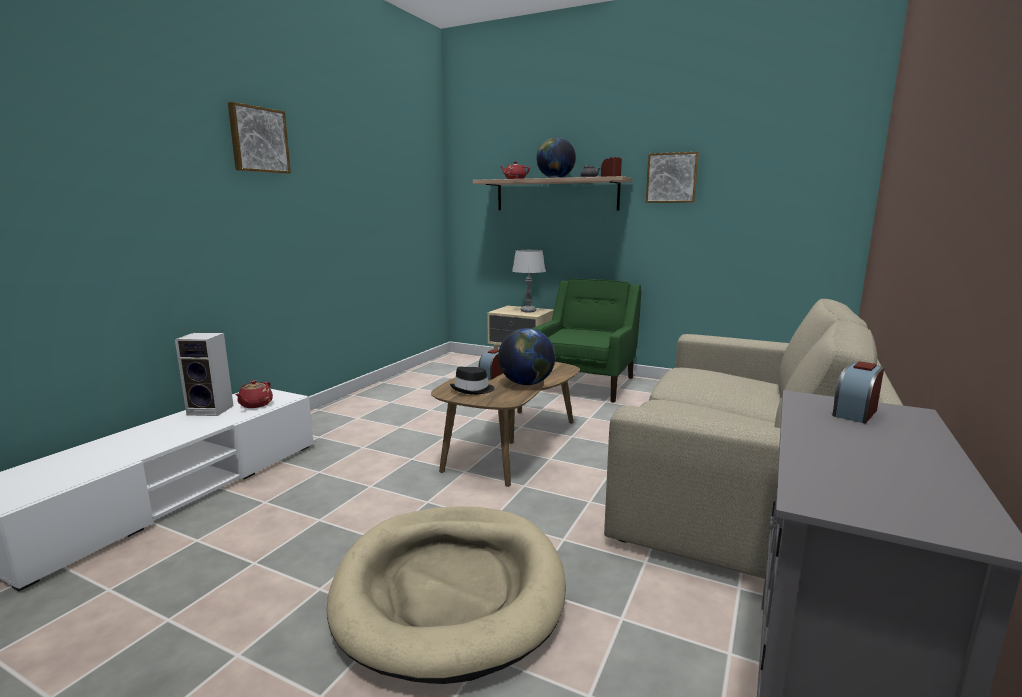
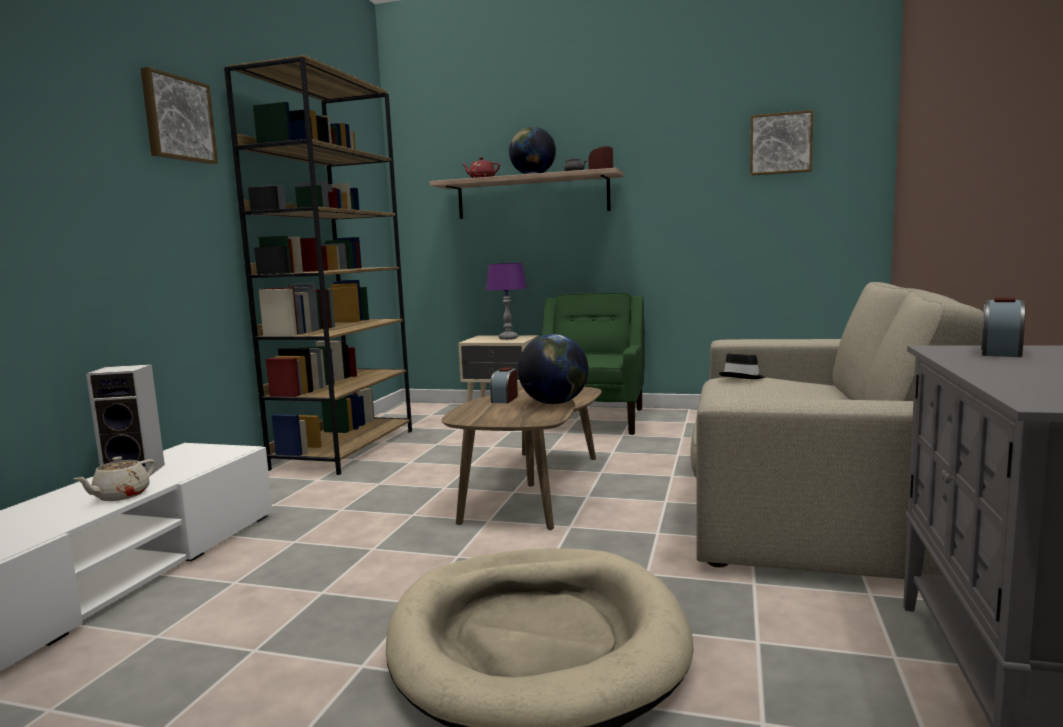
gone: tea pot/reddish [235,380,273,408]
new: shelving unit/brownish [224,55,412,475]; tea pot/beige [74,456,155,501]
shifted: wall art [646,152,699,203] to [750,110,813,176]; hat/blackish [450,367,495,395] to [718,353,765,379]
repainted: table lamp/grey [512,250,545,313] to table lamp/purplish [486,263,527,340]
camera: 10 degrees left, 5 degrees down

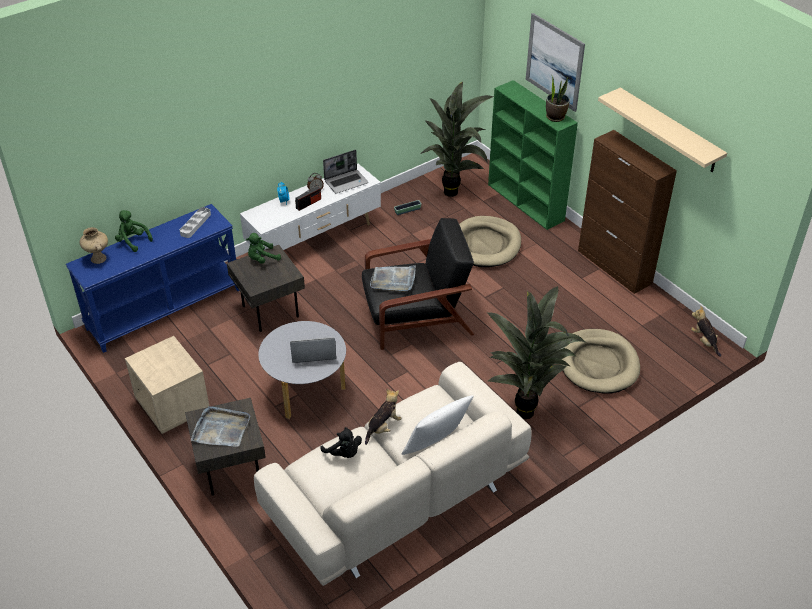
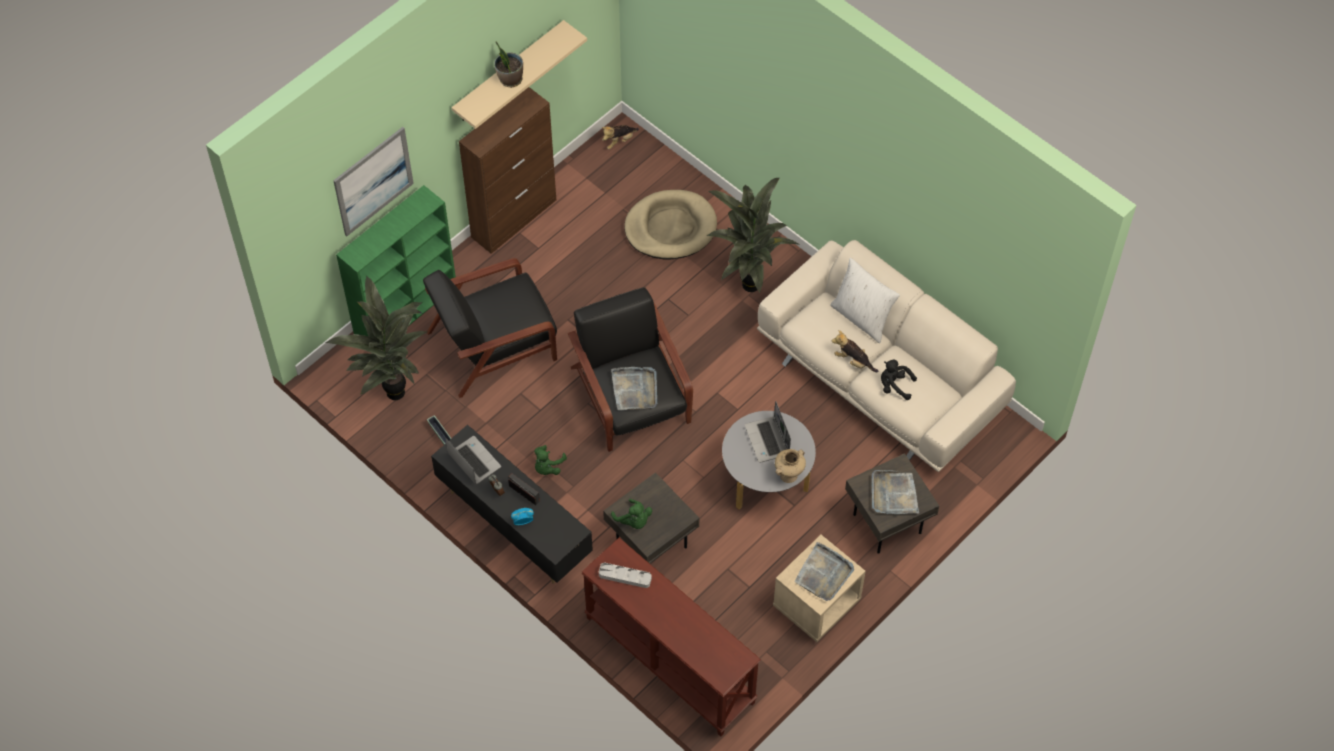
new: tray/grey [794,542,854,601]
shifted: houseplant [546,76,570,122] to [494,42,523,88]; plush toy/greenish [115,210,153,252] to [534,445,567,475]; flower vase/beige [79,227,108,264] to [775,449,806,483]
swapped: pet bed/beige [459,216,521,267] to easy chair/blackish [423,258,557,398]
repainted: tv unit/white-coloured [240,164,381,250] to tv unit/blackish [431,425,593,584]; hall table/bluish [66,204,239,353] to hall table/brownish [582,538,760,737]
rotated: plush toy/blackish [320,427,362,458] = [881,360,917,400] 105 degrees counterclockwise
camera: 100 degrees left, 15 degrees up

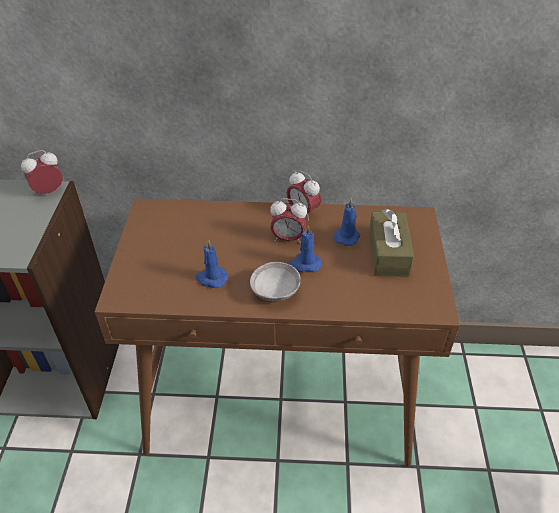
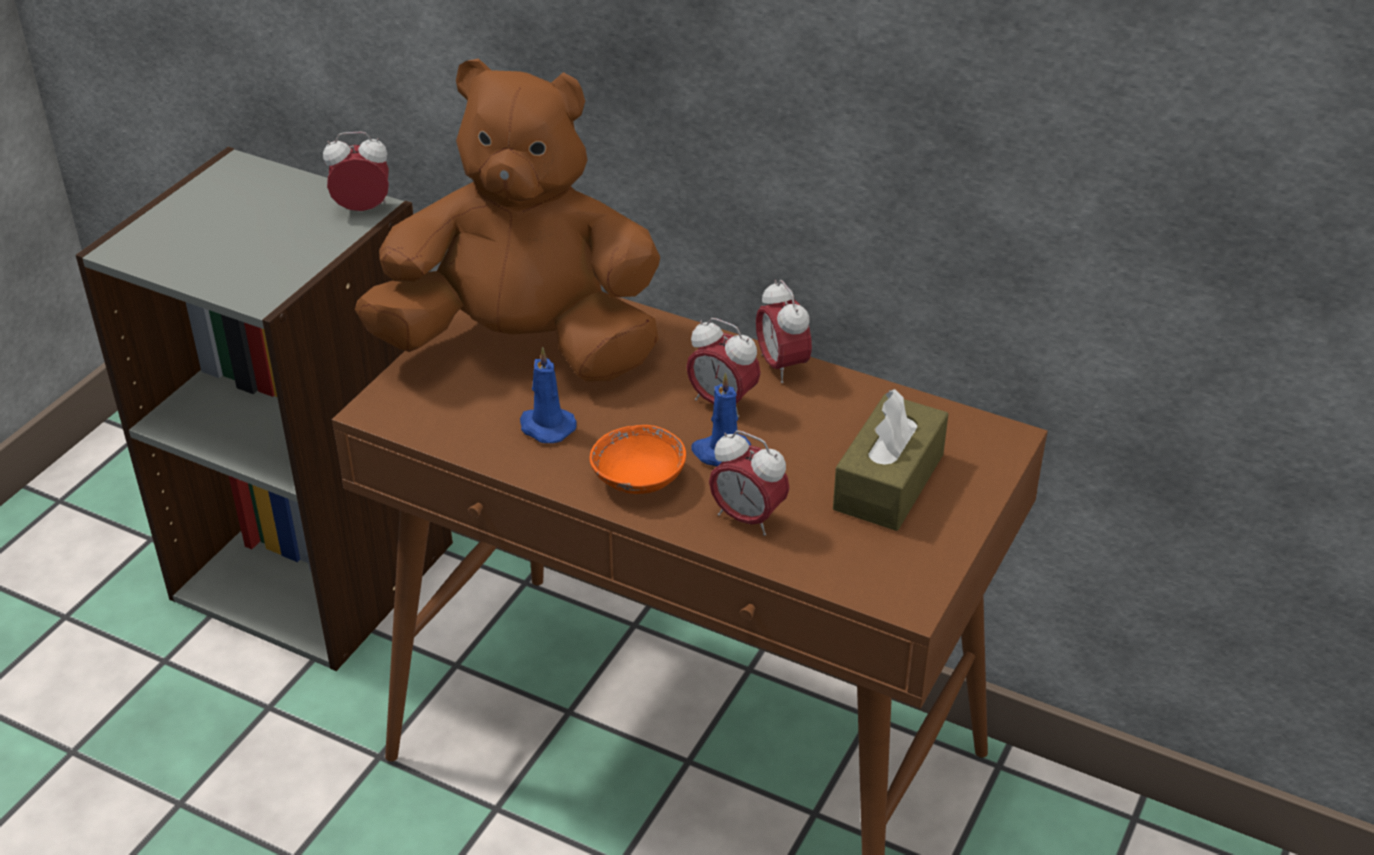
gone: candle/bluish [333,198,360,246]
new: plush toy/brownish [355,59,660,381]; bedside clock [709,430,790,536]
repainted: serving bowl/grey [250,262,301,301] to serving bowl/orange-coloured [589,425,686,494]
camera: 25 degrees right, 5 degrees down

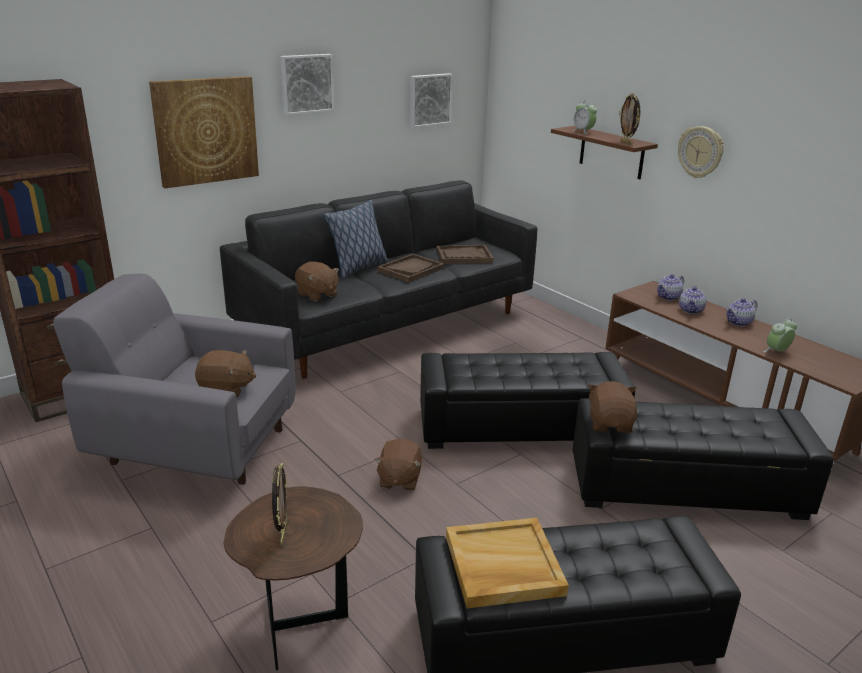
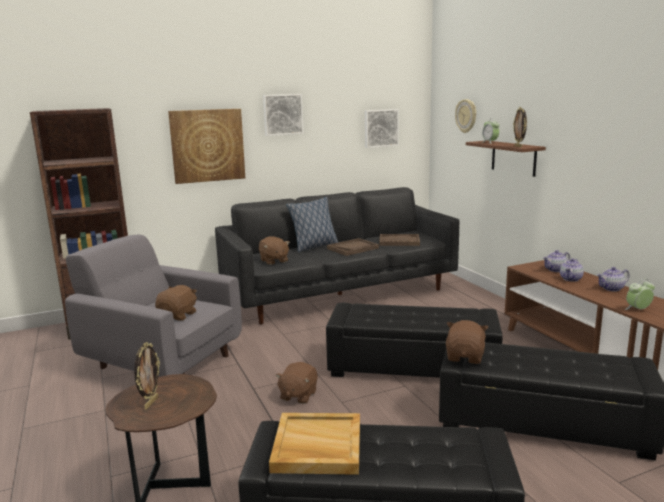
shifted: hanging clock [678,126,724,178] to [455,99,476,133]
rotated: plush toy/brownish [195,350,256,398] = [155,285,197,321] 90 degrees counterclockwise
camera: 15 degrees right, 10 degrees down

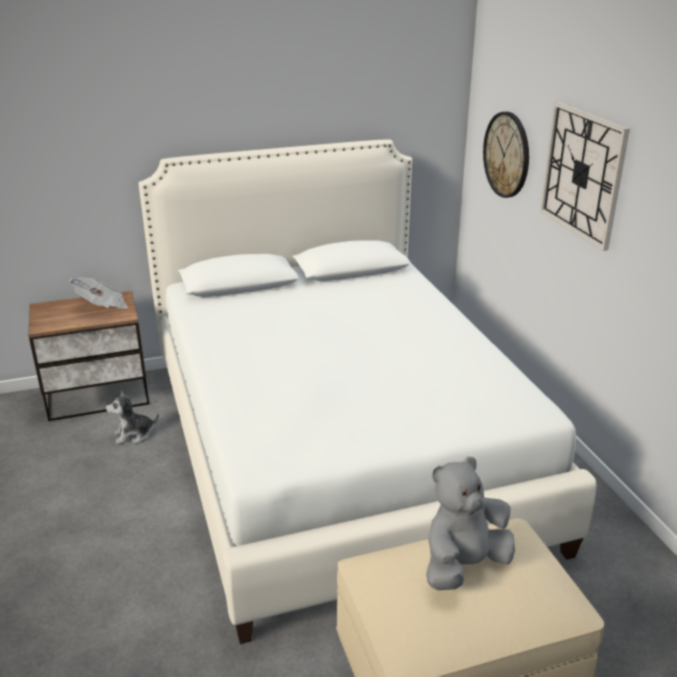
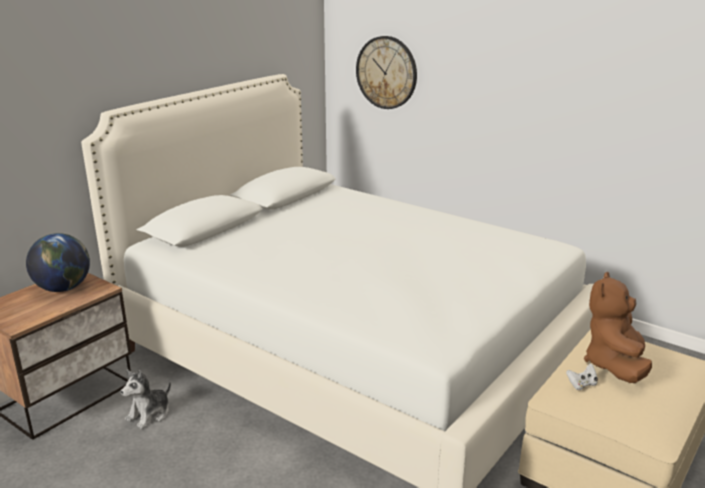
gone: hanging clock [540,102,630,251]
new: joypad/white-coloured [566,363,598,390]
swapped: printed paper [69,277,128,309] to globe [26,233,90,292]
repainted: plush toy/grey [426,457,515,590] to plush toy/brownish [584,272,652,383]
camera: 35 degrees left, 5 degrees down

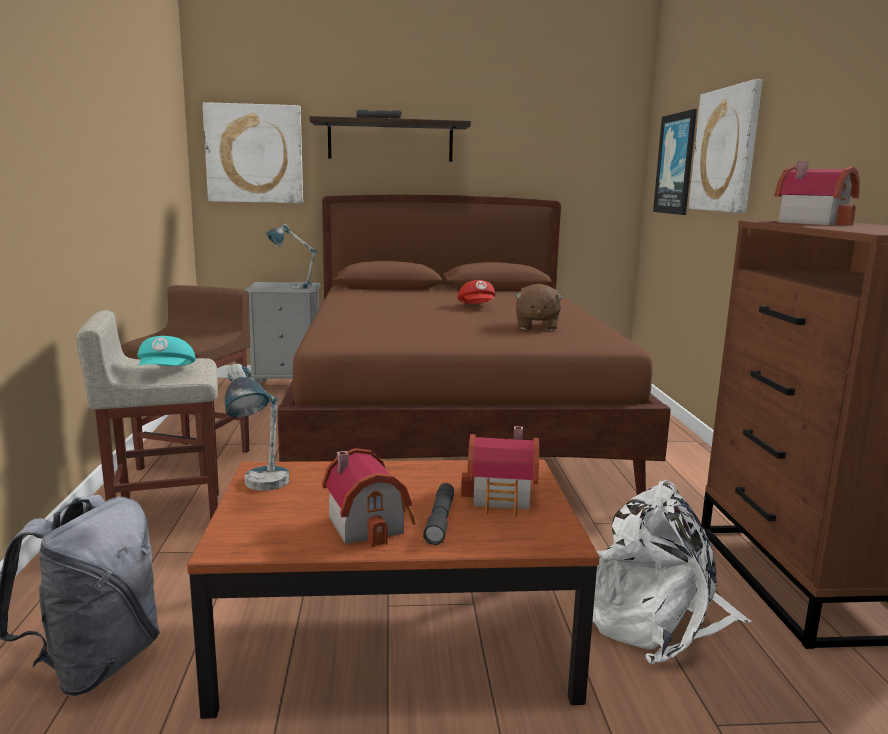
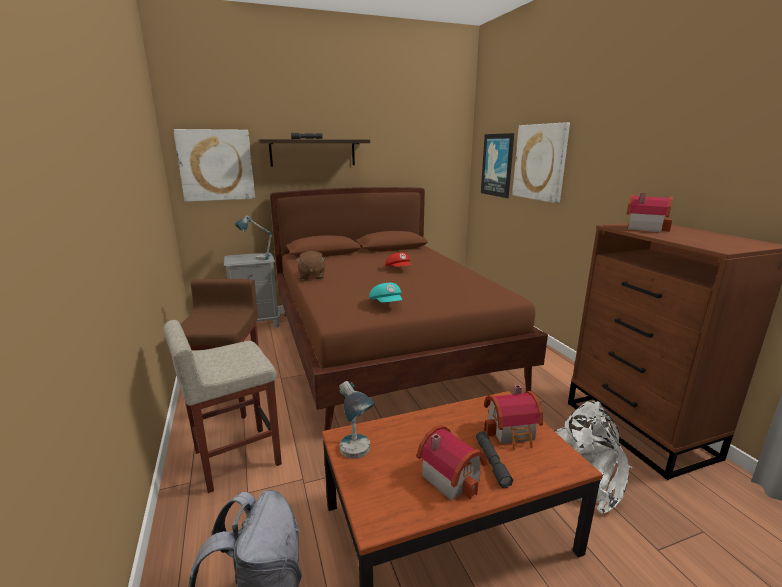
shifted: plush toy/brownish [514,284,565,331] to [296,251,326,280]; cap/turquoise [137,336,196,366] to [369,283,402,303]
camera: 15 degrees left, 5 degrees up

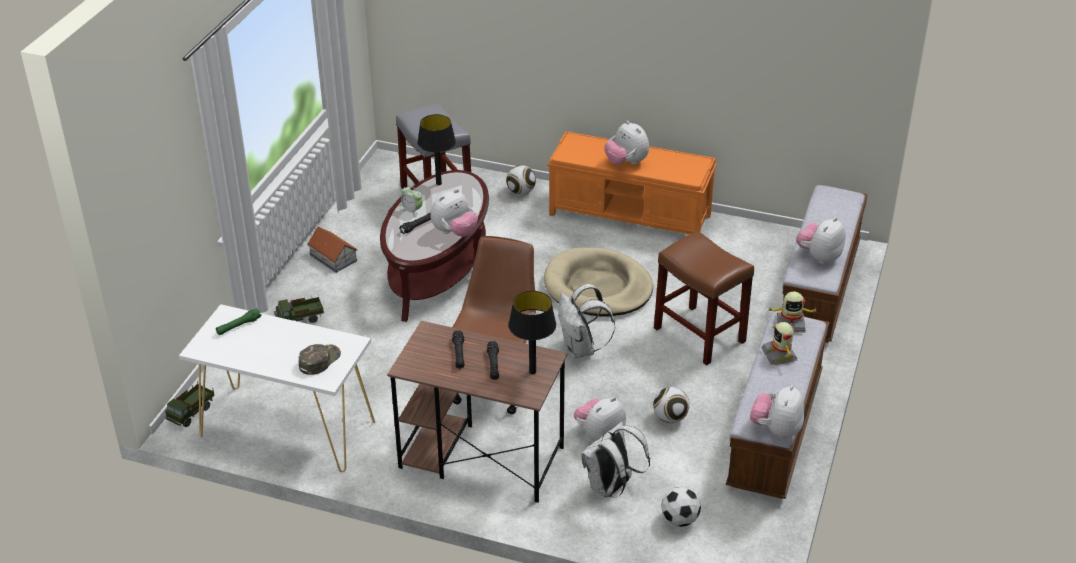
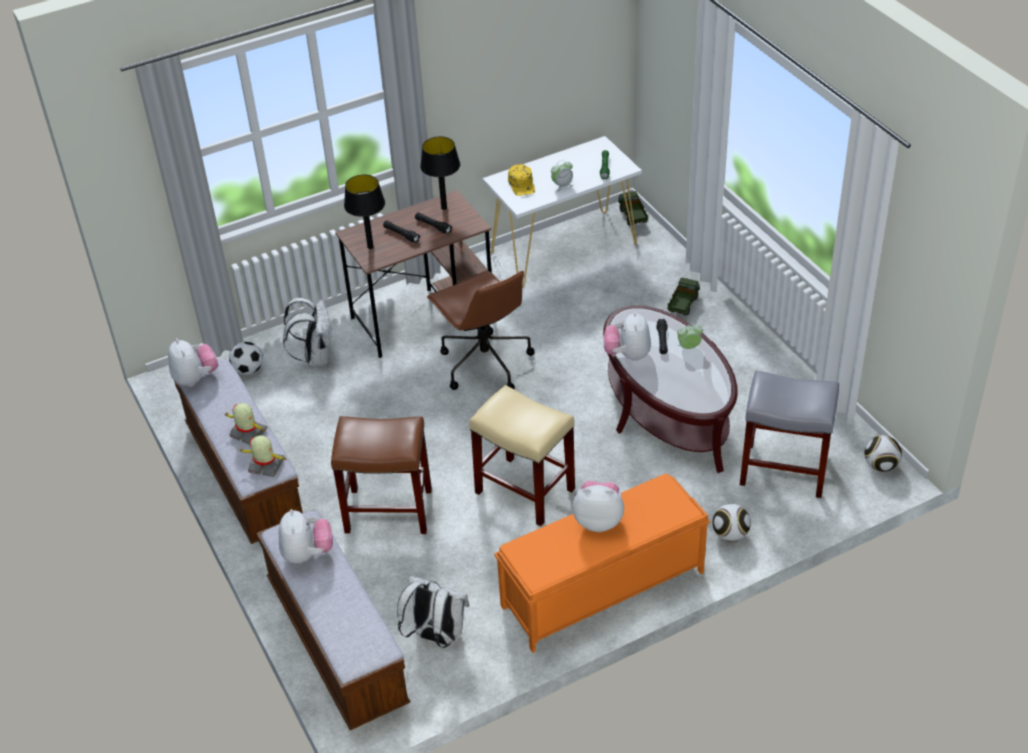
gone: model house [307,227,358,273]; plush toy [574,397,626,442]
new: bedside clock [551,160,574,192]
shifted: table lamp/blackish [417,114,456,185] to [420,136,460,210]; rucksack/white-coloured [558,284,615,358] to [397,576,469,648]; football [653,387,690,423] to [864,435,902,472]
swapped: pet bed/beige [544,247,653,317] to stool seat/beige [469,385,575,527]
repainted: cap/greenish [299,344,341,375] to cap/yellow [508,164,535,196]
rotated: model robot [767,292,818,333] = [237,435,288,477] 60 degrees clockwise
camera: 135 degrees right, 5 degrees up

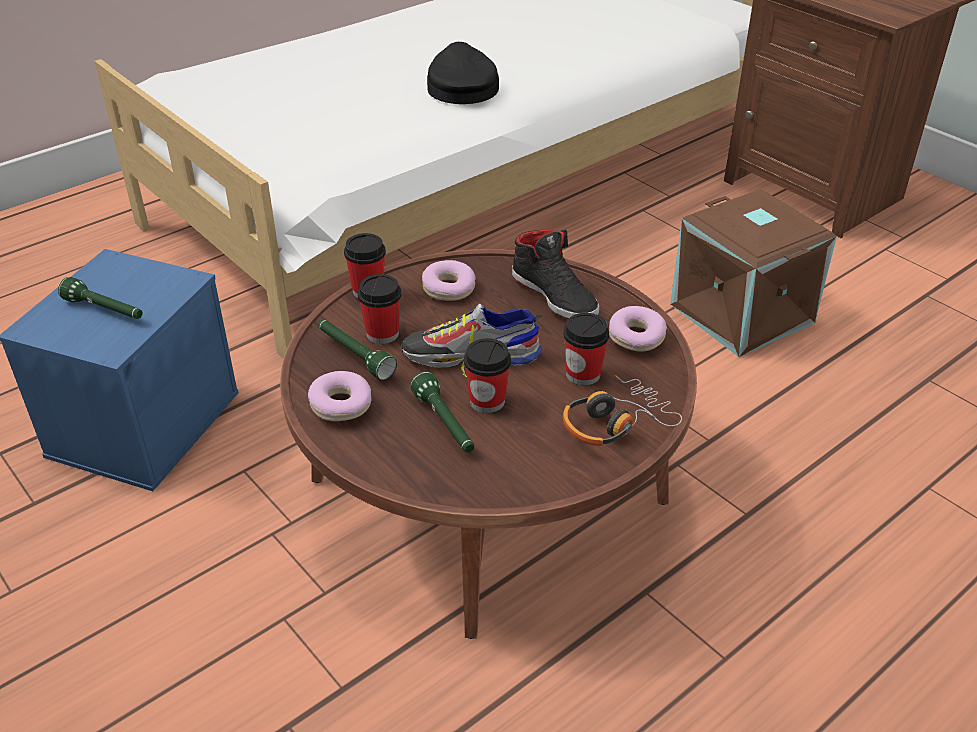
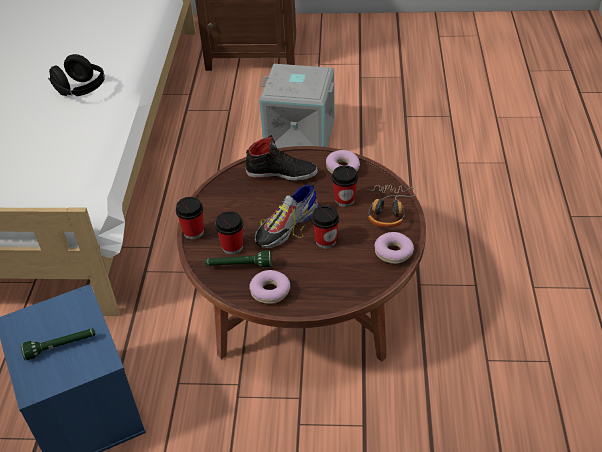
gone: flashlight/greenish [410,372,474,453]
shifted: doughnut [422,260,476,301] to [374,232,414,264]
swapped: cap/blackish [427,42,499,104] to headset/blackish [48,54,105,96]
repainted: storage bin/brownish [670,189,837,357] to storage bin/grey [259,64,335,148]
camera: 45 degrees left, 5 degrees up

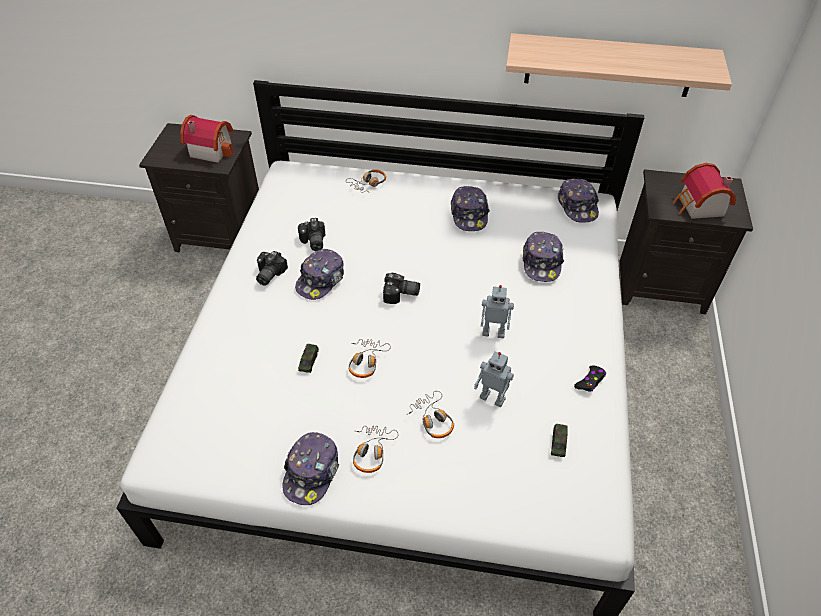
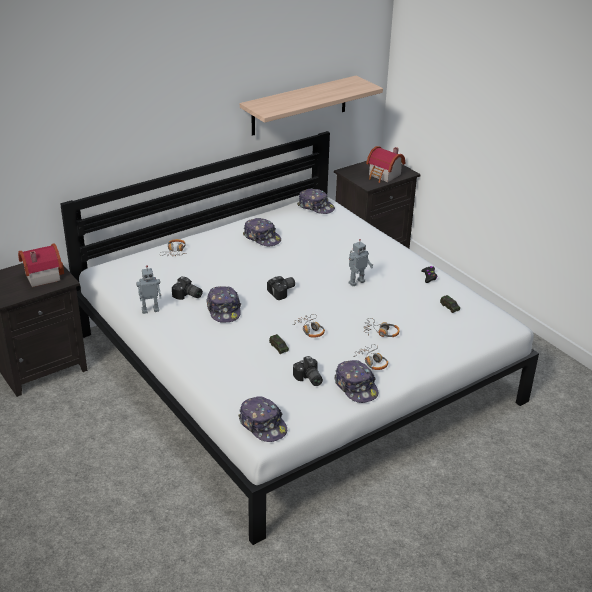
shifted: cap [523,232,564,282] to [239,396,287,442]; photo camera [256,251,288,286] to [293,356,323,386]; model robot [474,351,514,407] to [136,265,161,314]
camera: 45 degrees left, 15 degrees down

